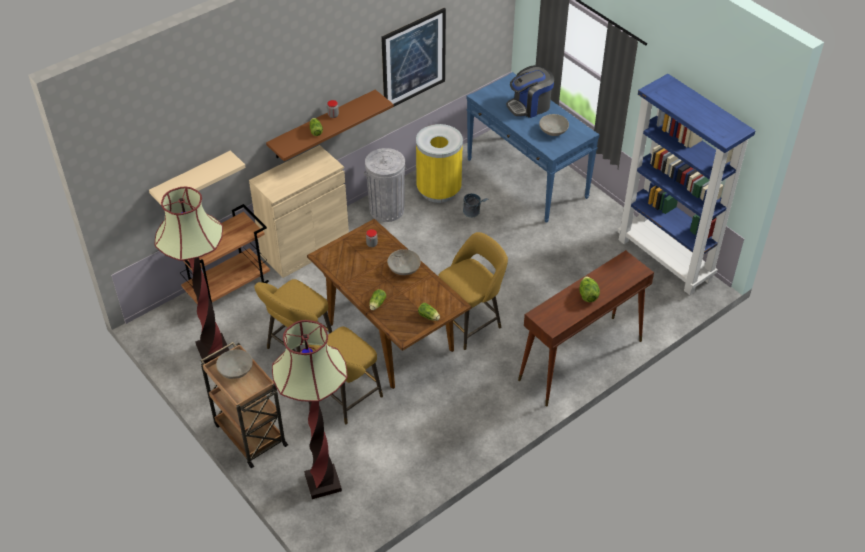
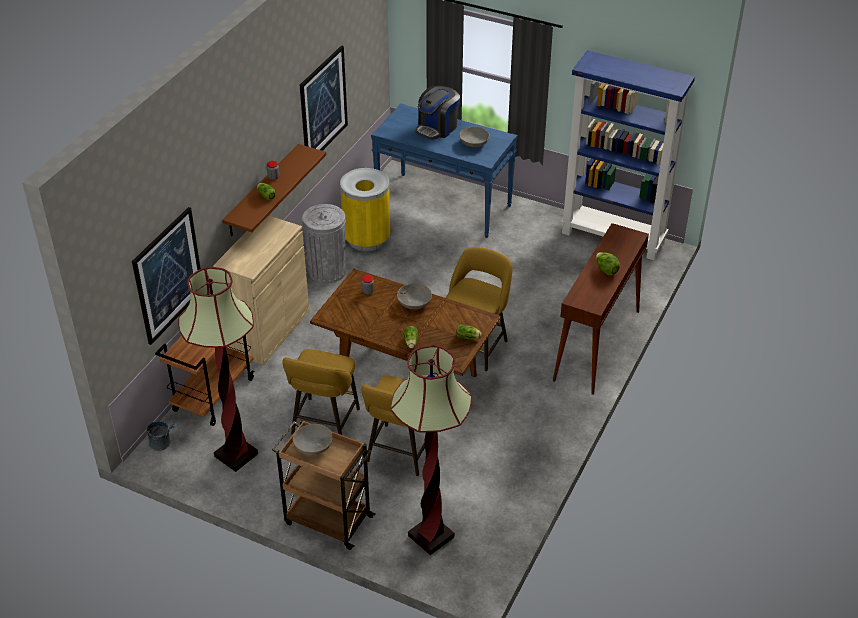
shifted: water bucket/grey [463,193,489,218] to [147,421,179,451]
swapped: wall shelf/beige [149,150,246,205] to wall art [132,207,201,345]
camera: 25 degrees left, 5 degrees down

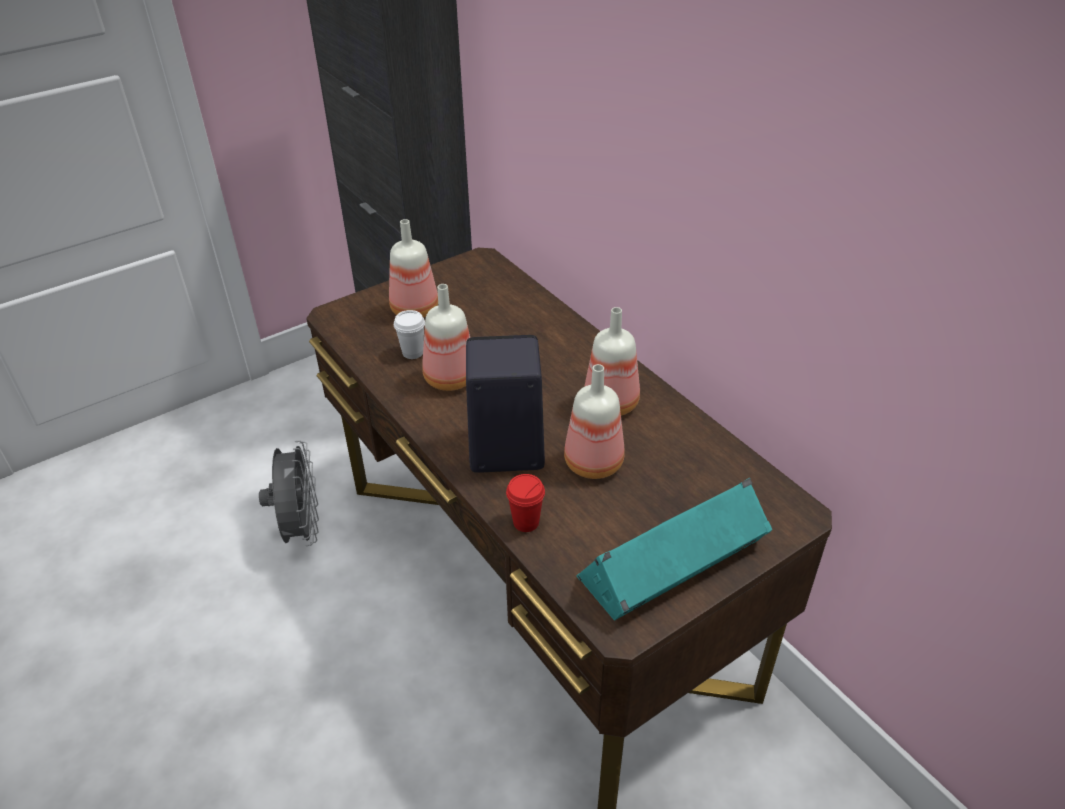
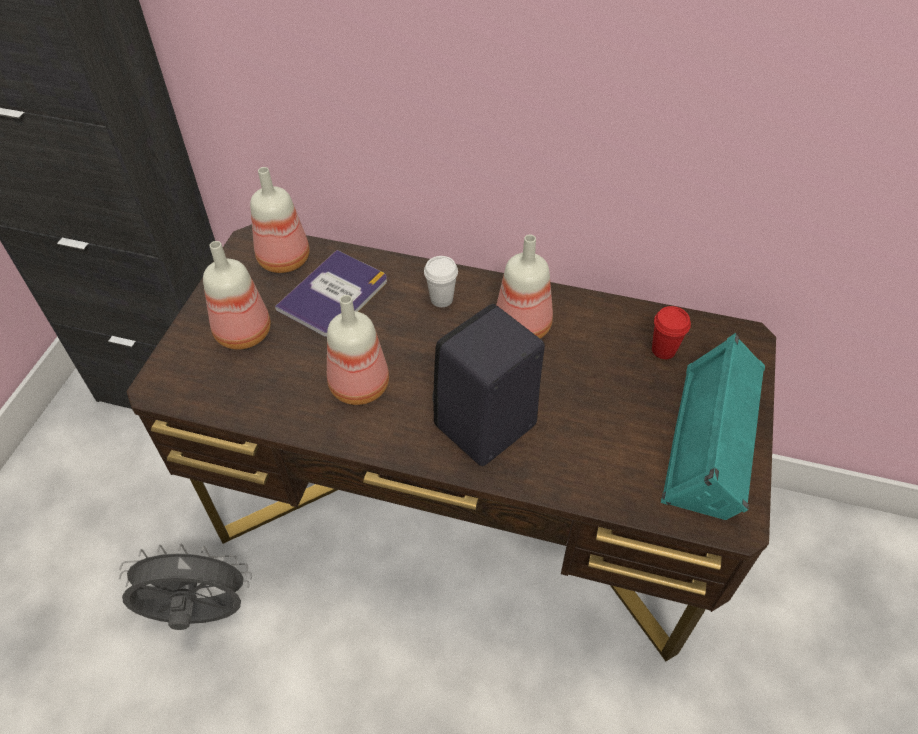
new: volume [275,250,387,337]
shifted: cup/white-coloured [394,310,425,359] to [424,256,458,307]; beverage bottle [564,364,625,479] to [250,167,310,273]; cup/reddish [506,474,545,532] to [652,306,691,359]
rotated: electric fan/grey [259,441,319,546] = [119,544,252,630] 45 degrees counterclockwise
camera: 40 degrees left, 10 degrees up

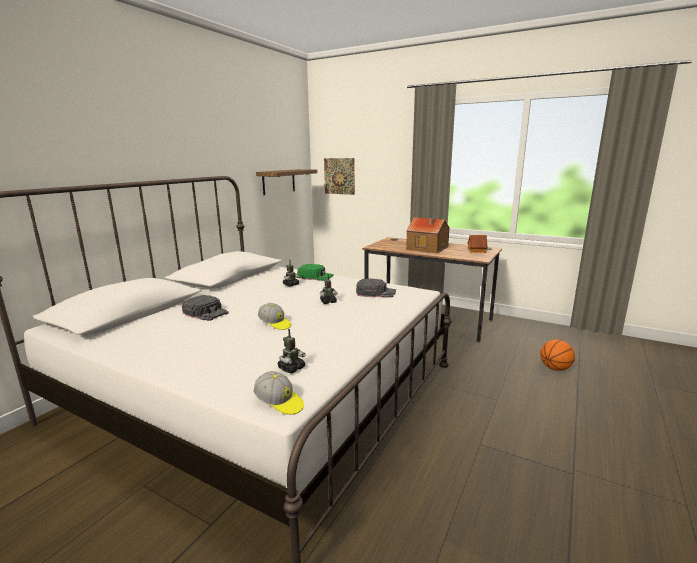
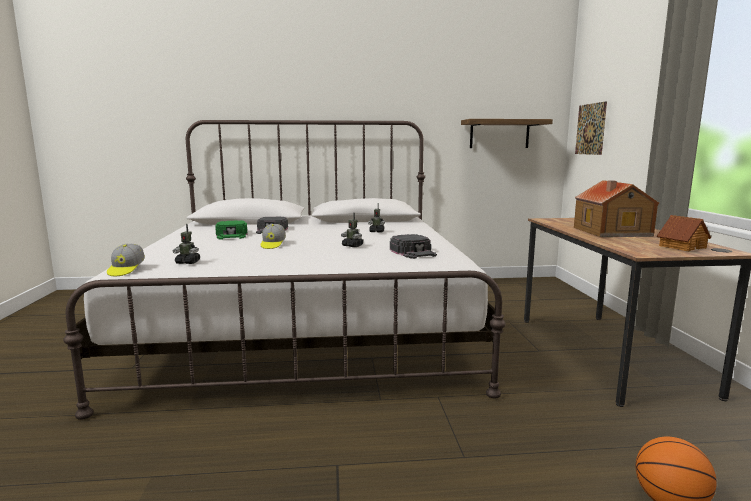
shifted: cap/greenish [297,264,334,281] to [215,220,247,240]
camera: 55 degrees right, 5 degrees down

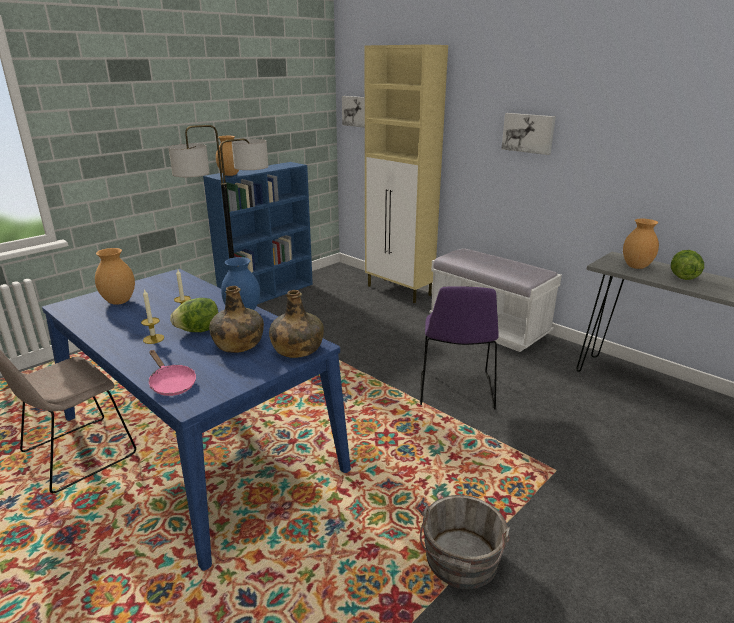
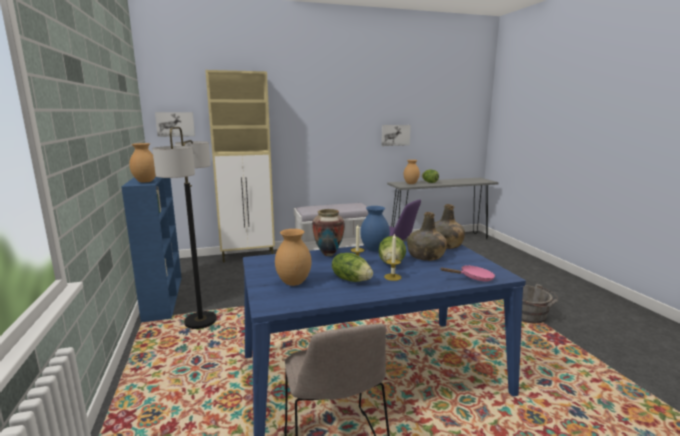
new: flower vase [312,209,345,256]; lettuce [332,253,373,282]
shifted: wall art [502,113,556,155] to [381,125,411,146]
camera: 60 degrees left, 10 degrees down

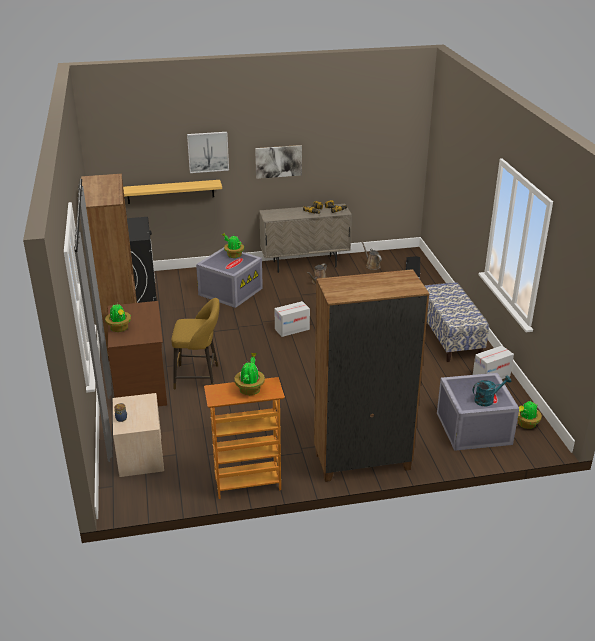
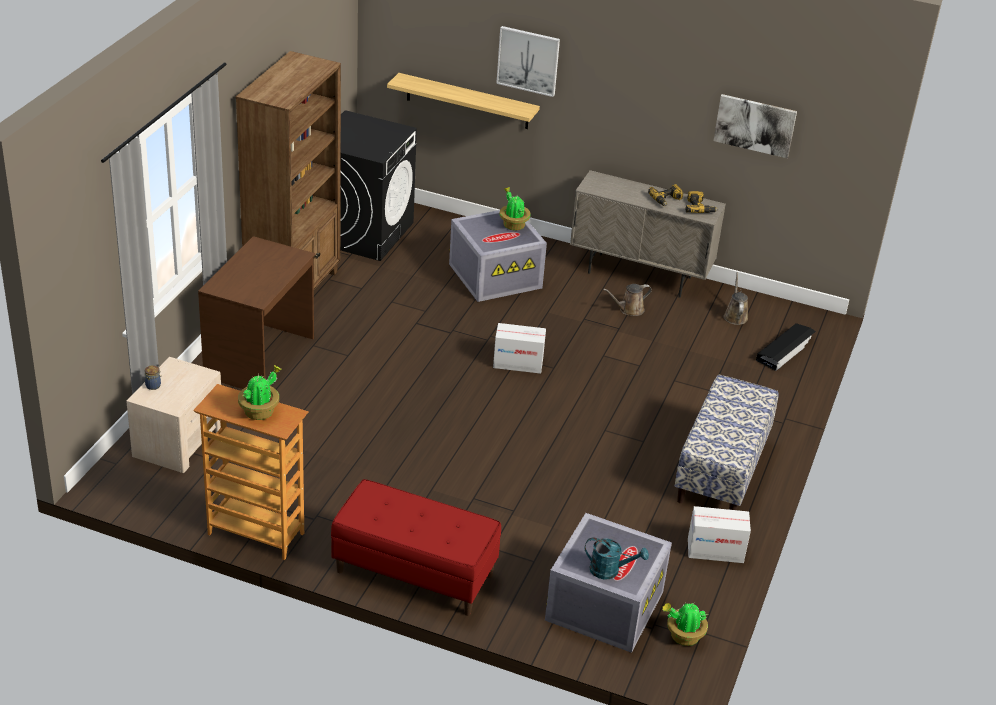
gone: stool seat/yellow [172,298,220,390]; houseplant [105,304,131,332]
shifted: wall art [255,145,302,179] to [713,94,797,158]
swapped: shelving unit/brownish [314,269,430,482] to long seat/reddish [331,479,501,616]
camera: 30 degrees right, 5 degrees up

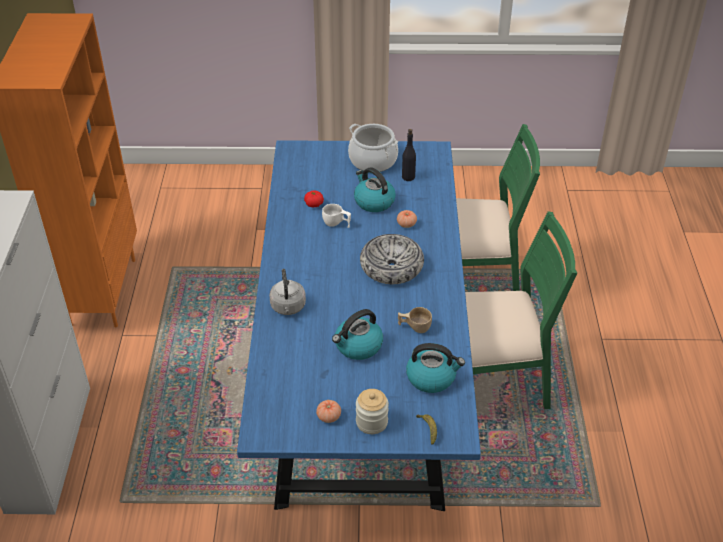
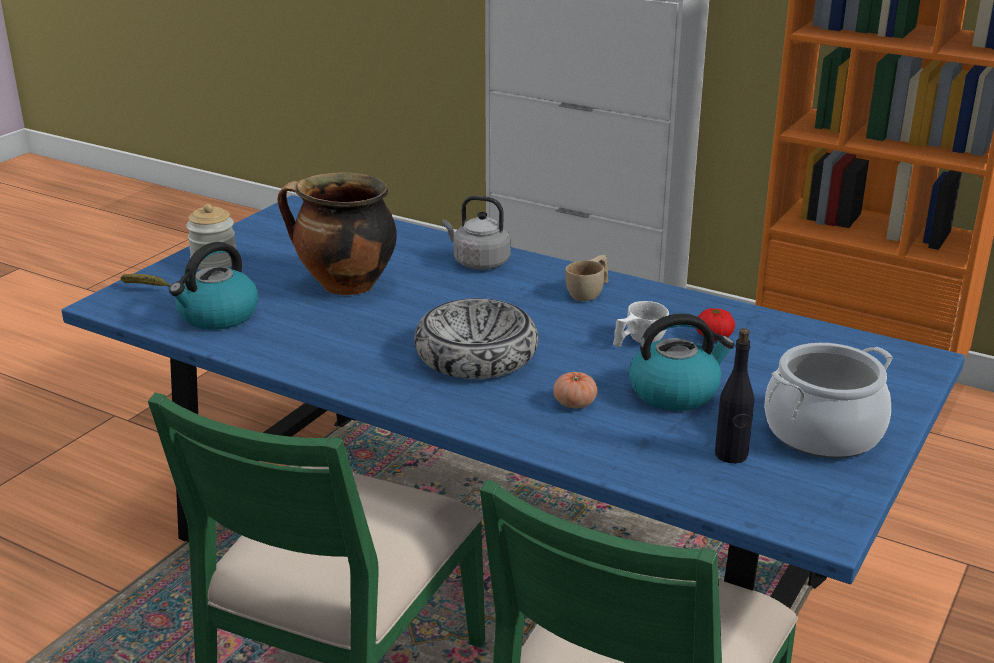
gone: tomato [316,400,341,423]
shifted: cup/beige [398,307,432,333] to [565,255,608,301]
swapped: tea kettle [332,309,383,360] to cooking pot [278,172,397,295]
camera: 120 degrees right, 15 degrees down

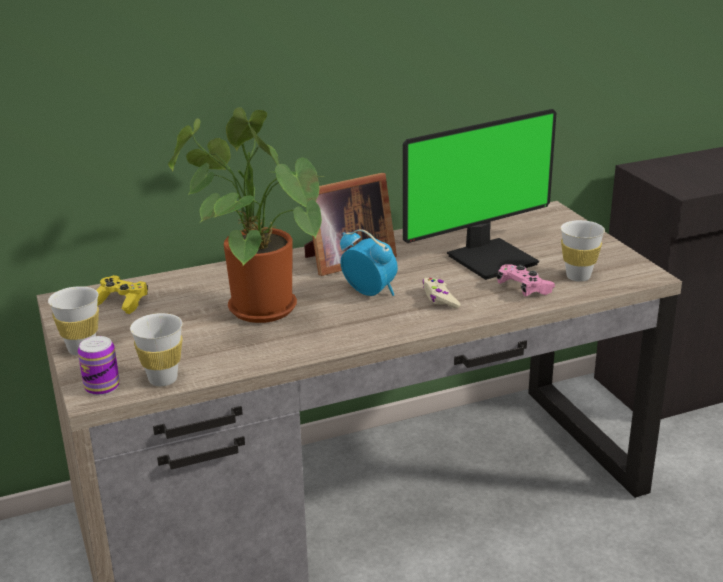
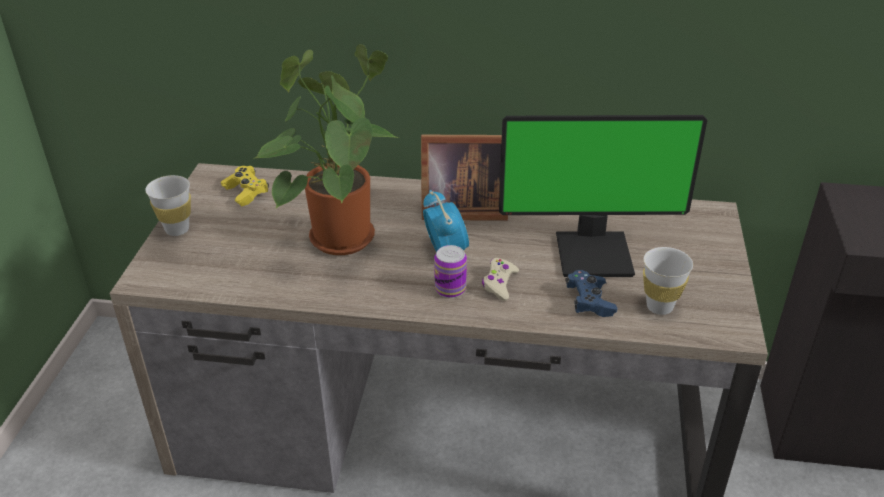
gone: cup/white-coloured [130,313,183,386]
shifted: metal can [78,336,119,395] to [434,245,467,298]
repainted: joypad/pink [497,264,555,296] to joypad/bluish [565,270,617,317]
camera: 30 degrees right, 10 degrees up

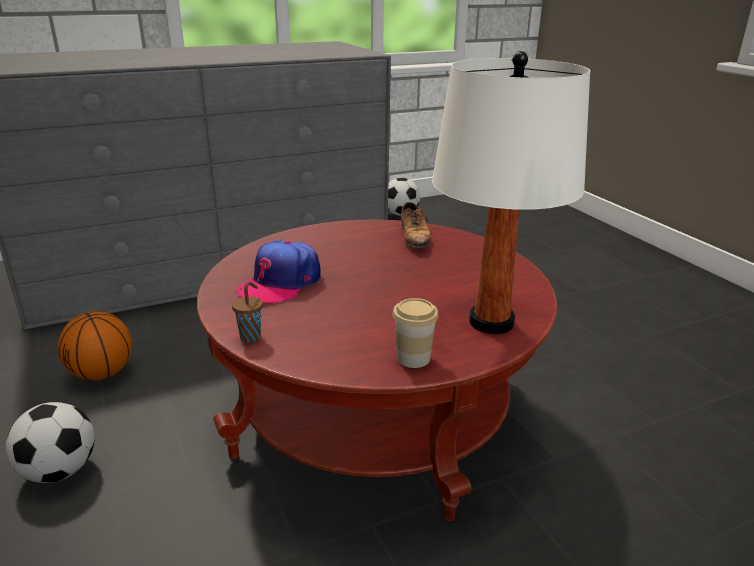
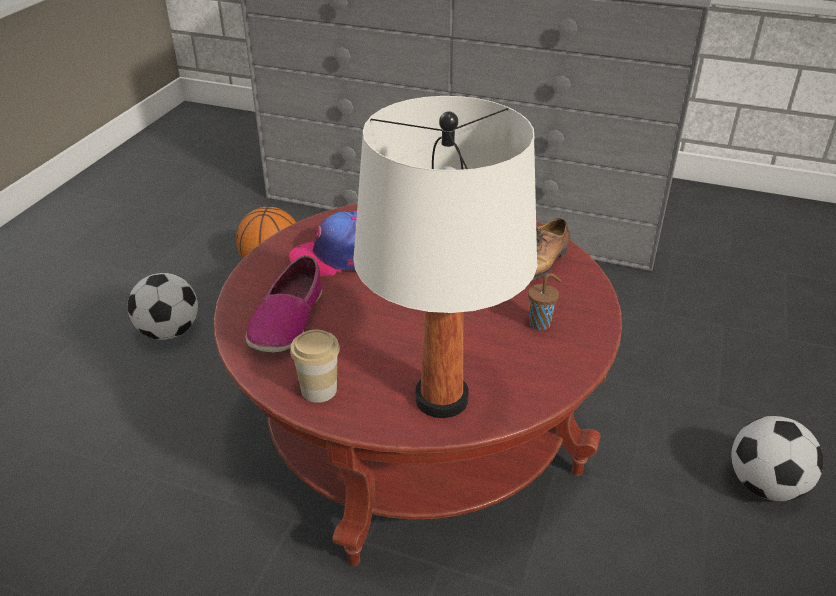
new: low shoe [246,256,322,353]
shifted: football [388,178,420,216] to [731,416,823,501]; cup/brownish [232,281,263,342] to [528,273,562,330]
camera: 45 degrees right, 10 degrees up

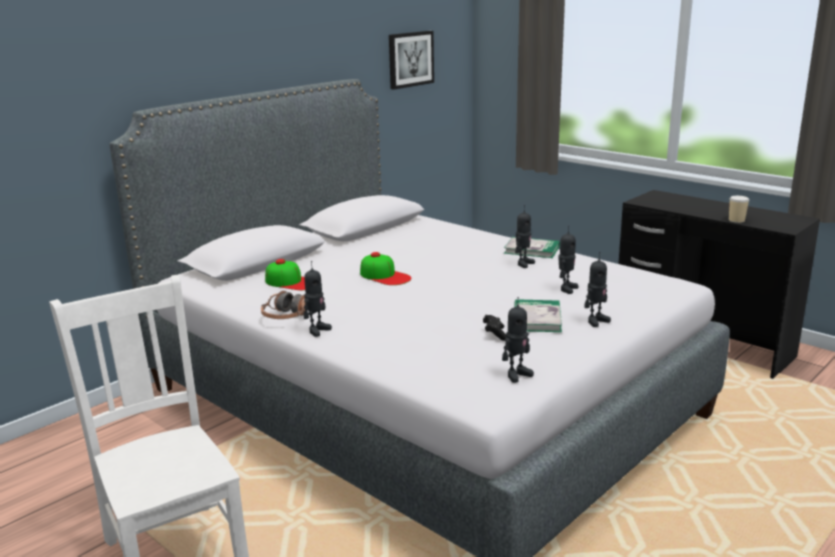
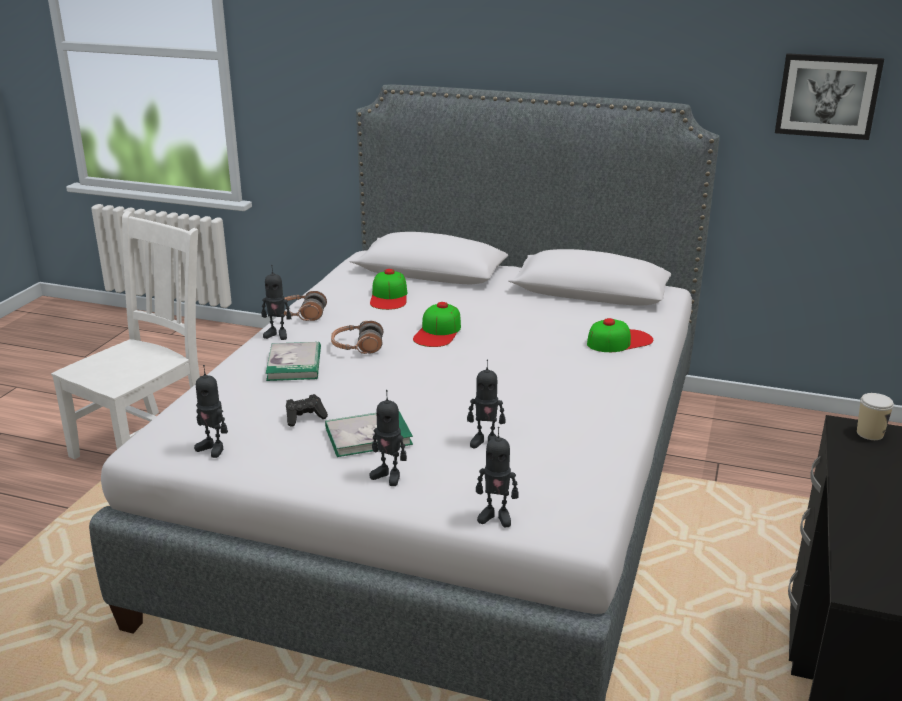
new: cap [587,318,653,352]; headset [331,321,383,354]
shifted: cup [729,196,749,223] to [857,393,894,440]; model robot [515,205,535,268] to [476,427,519,527]; volume [504,237,560,258] to [266,342,321,381]
camera: 65 degrees right, 5 degrees up

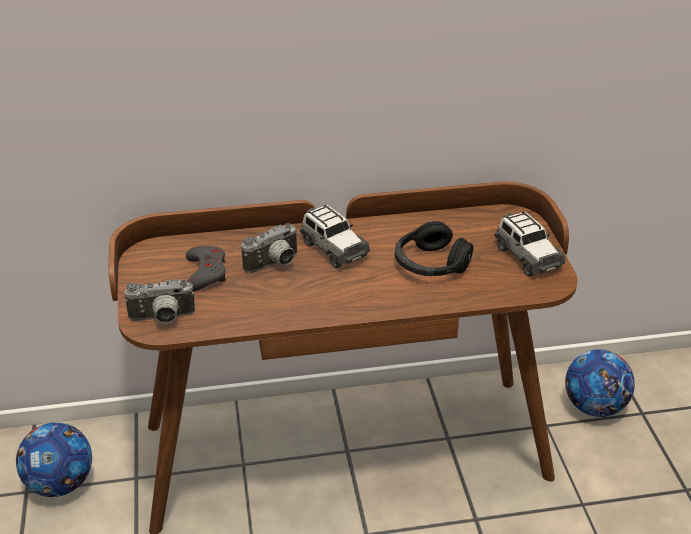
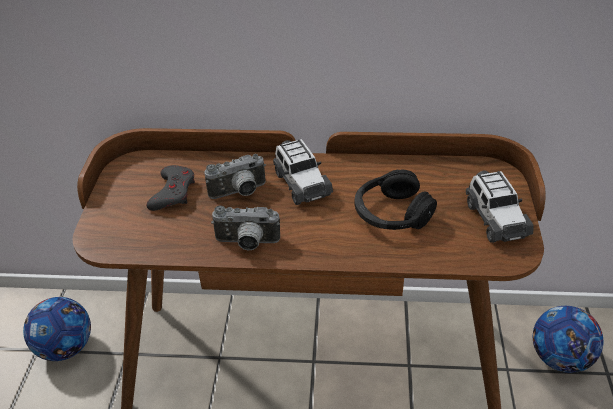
shifted: photo camera [124,279,195,323] to [211,205,280,251]
camera: 15 degrees right, 5 degrees up

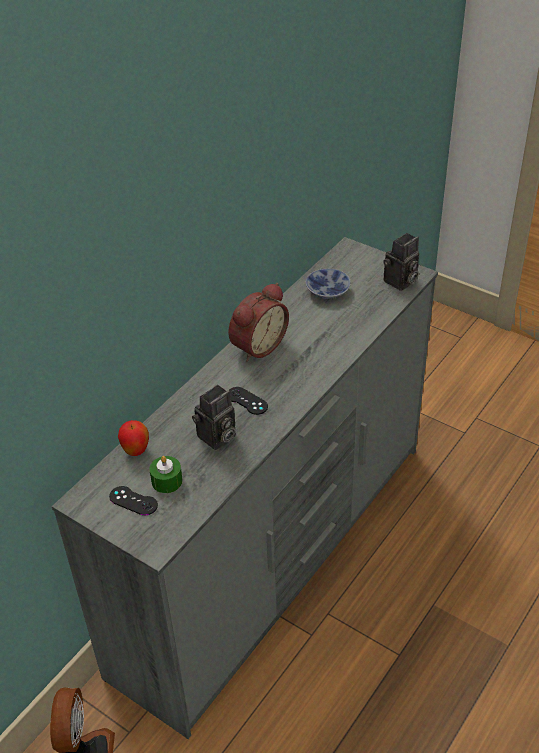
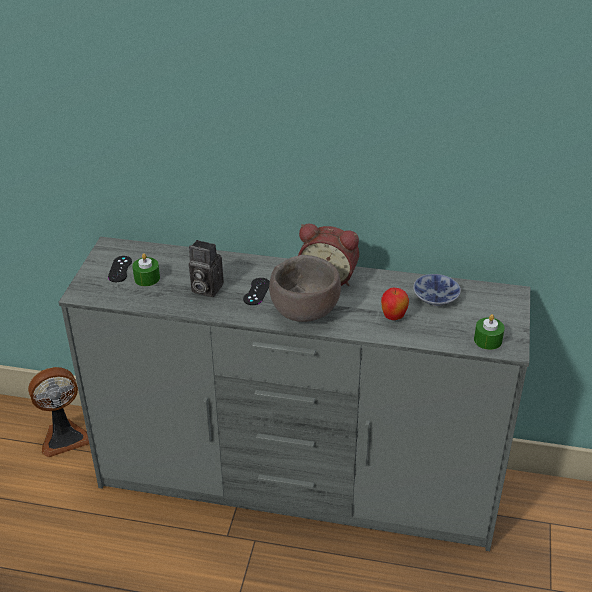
new: serving bowl/brownish [269,255,341,322]
shifted: apple [118,420,149,456] to [381,288,409,320]
swapped: photo camera [383,233,419,291] to candle/greenish [474,314,505,350]
camera: 65 degrees right, 5 degrees down

